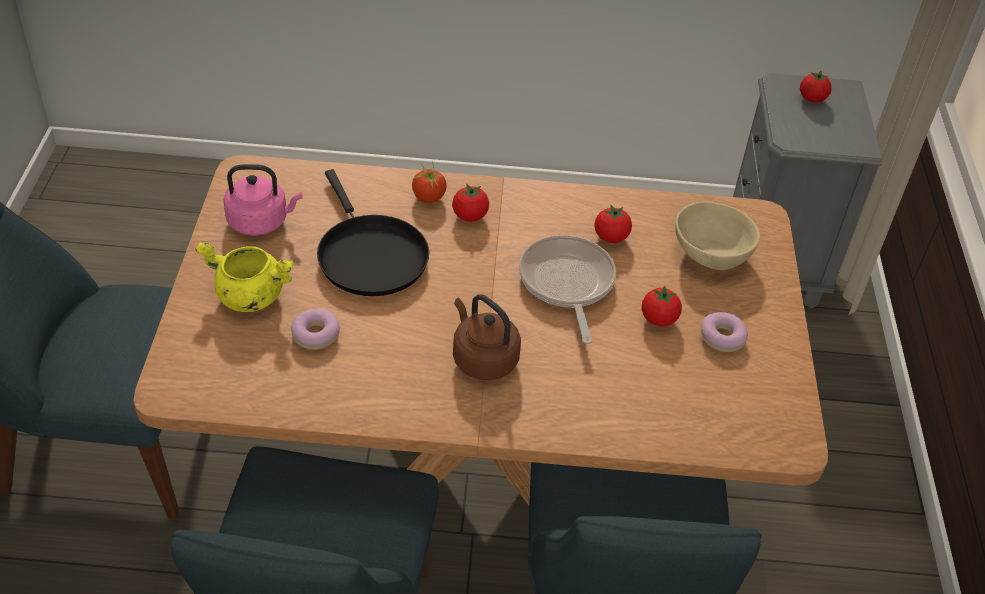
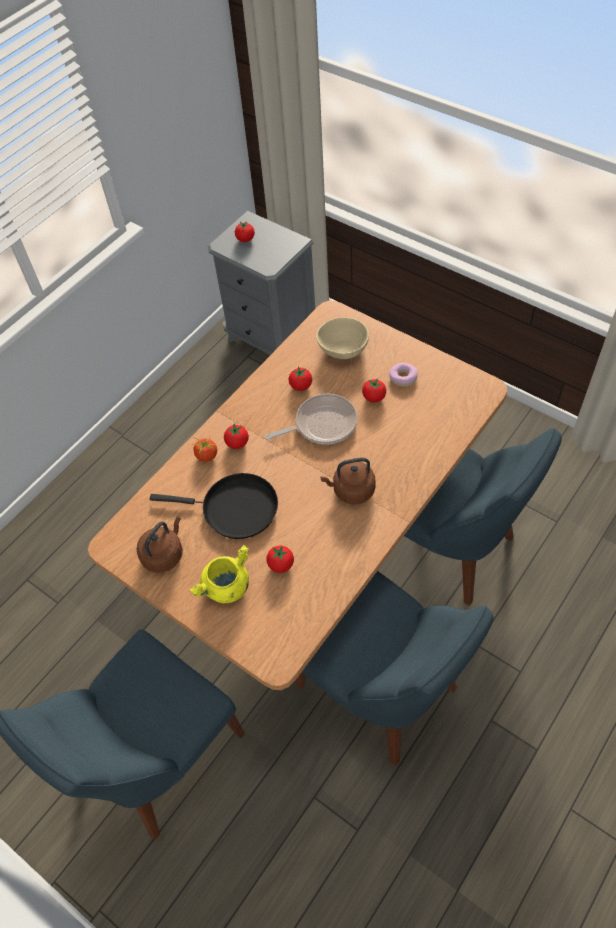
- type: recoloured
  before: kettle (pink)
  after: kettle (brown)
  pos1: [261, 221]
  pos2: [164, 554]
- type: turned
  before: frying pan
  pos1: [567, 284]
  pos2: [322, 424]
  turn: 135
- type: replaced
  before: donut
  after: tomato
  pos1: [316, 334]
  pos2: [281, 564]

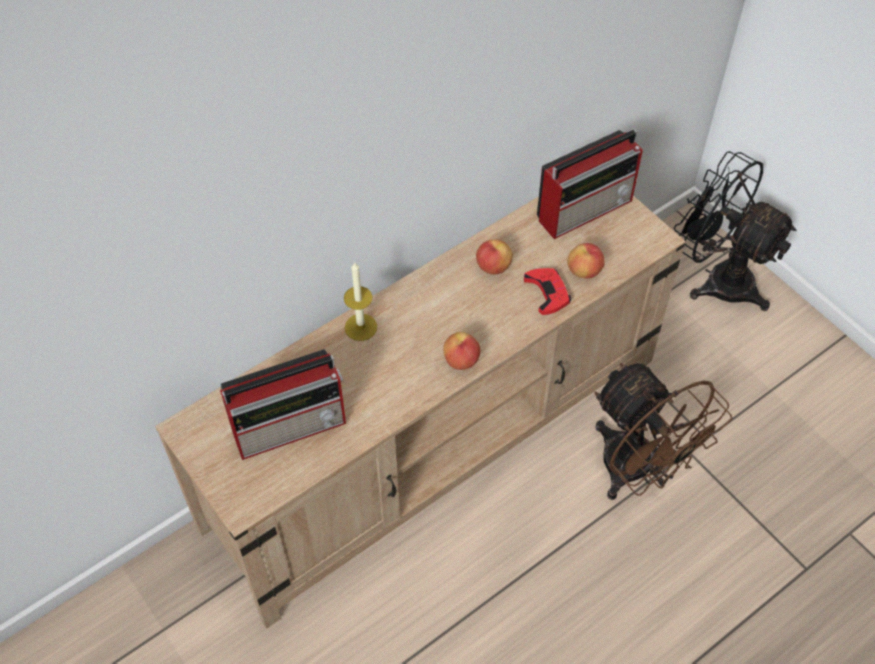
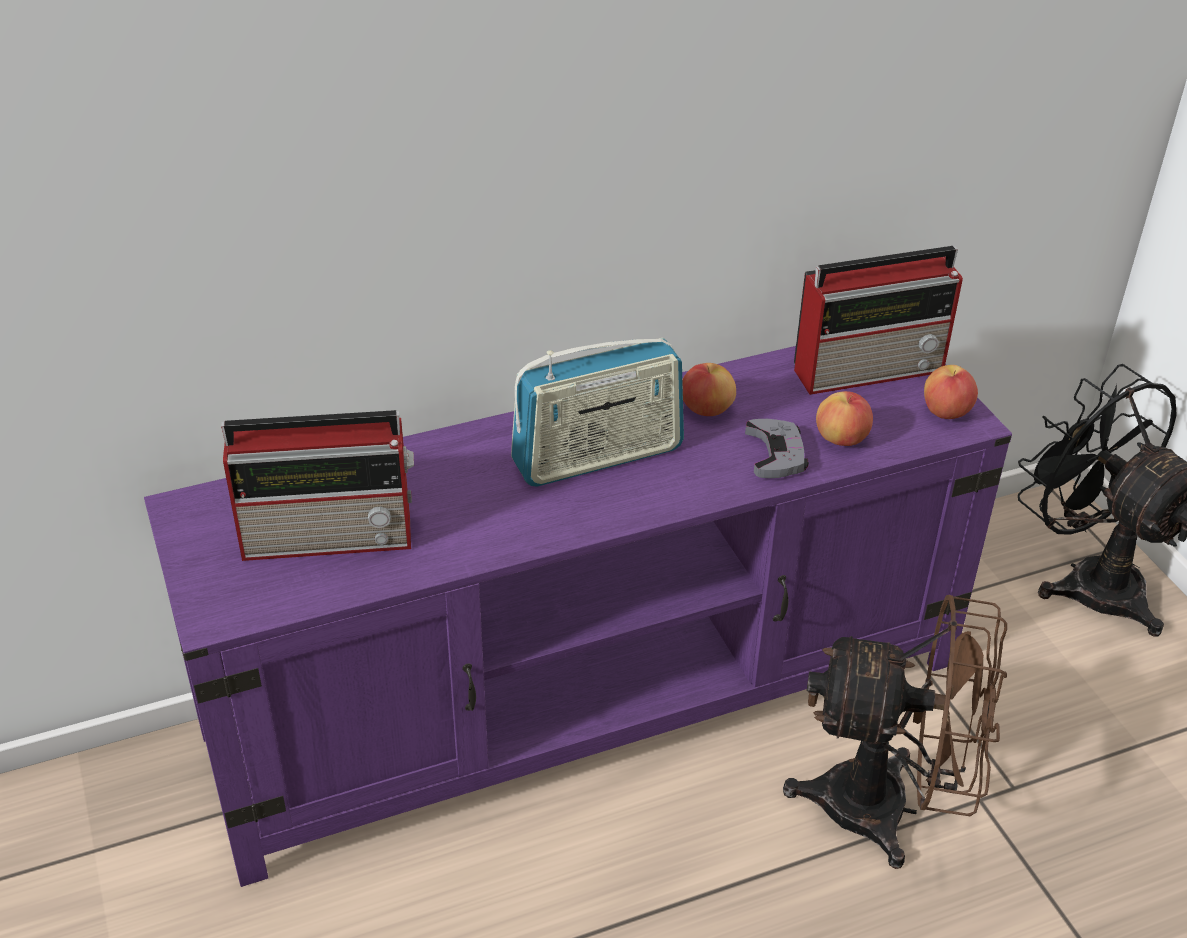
- type: recoloured
  before: tv stand (beige)
  after: tv stand (purple)
  pos1: [437, 441]
  pos2: [590, 697]
- type: added
  after: radio
  pos2: [598, 457]
- type: recoloured
  before: game controller (red)
  after: game controller (grey)
  pos1: [547, 293]
  pos2: [776, 454]
- type: turned
  before: fan (brown)
  pos1: [637, 471]
  pos2: [888, 809]
  turn: -60
- type: moved
  before: apple
  pos1: [461, 360]
  pos2: [946, 412]
- type: removed
  before: candle
  pos1: [360, 327]

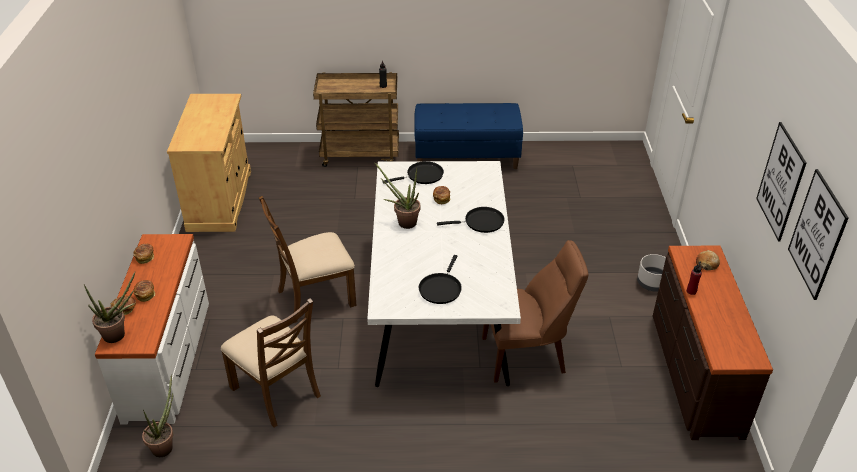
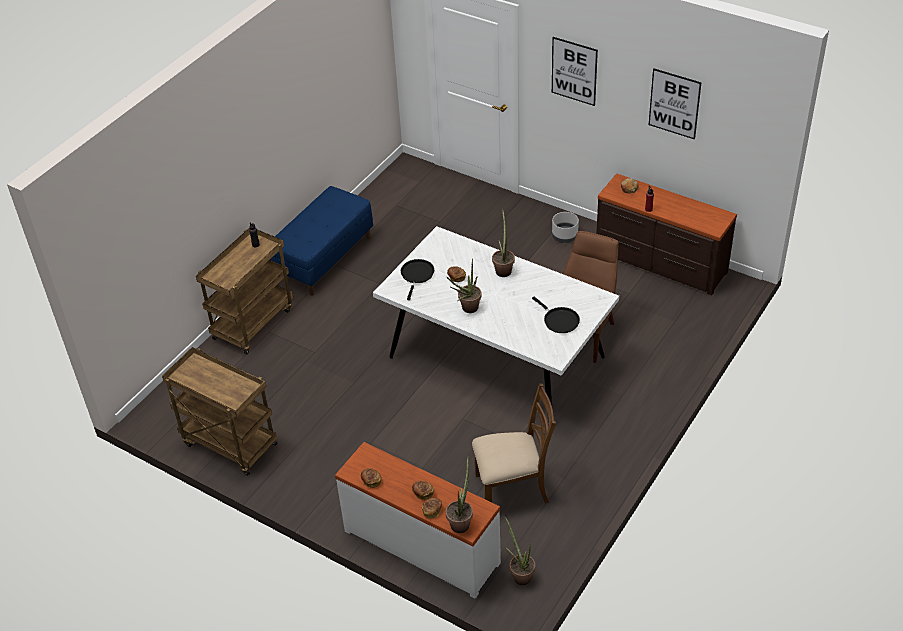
- type: replaced
  before: cabinet (beige)
  after: cart (brown)
  pos1: [220, 200]
  pos2: [228, 444]
- type: replaced
  before: frying pan (black)
  after: potted plant
  pos1: [481, 222]
  pos2: [503, 269]
- type: moved
  before: picture
  pos1: [817, 234]
  pos2: [574, 71]
- type: removed
  before: chair (brown)
  pos1: [315, 297]

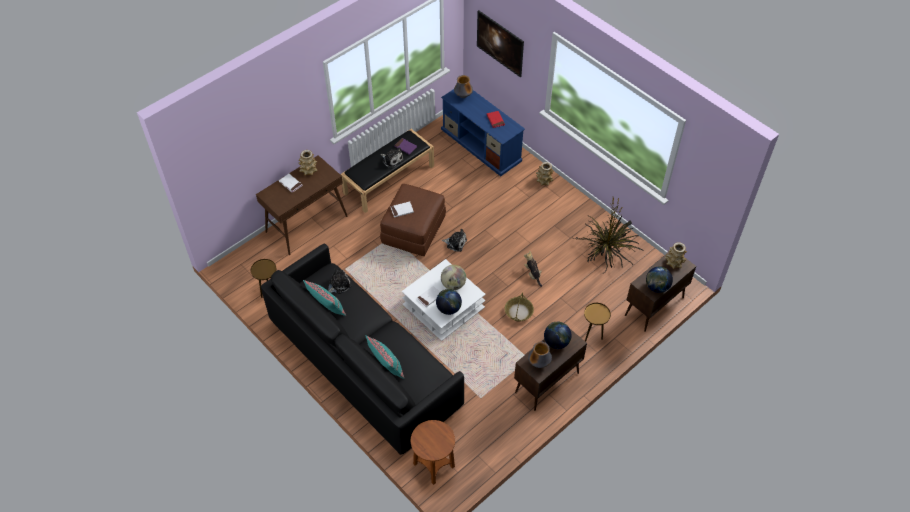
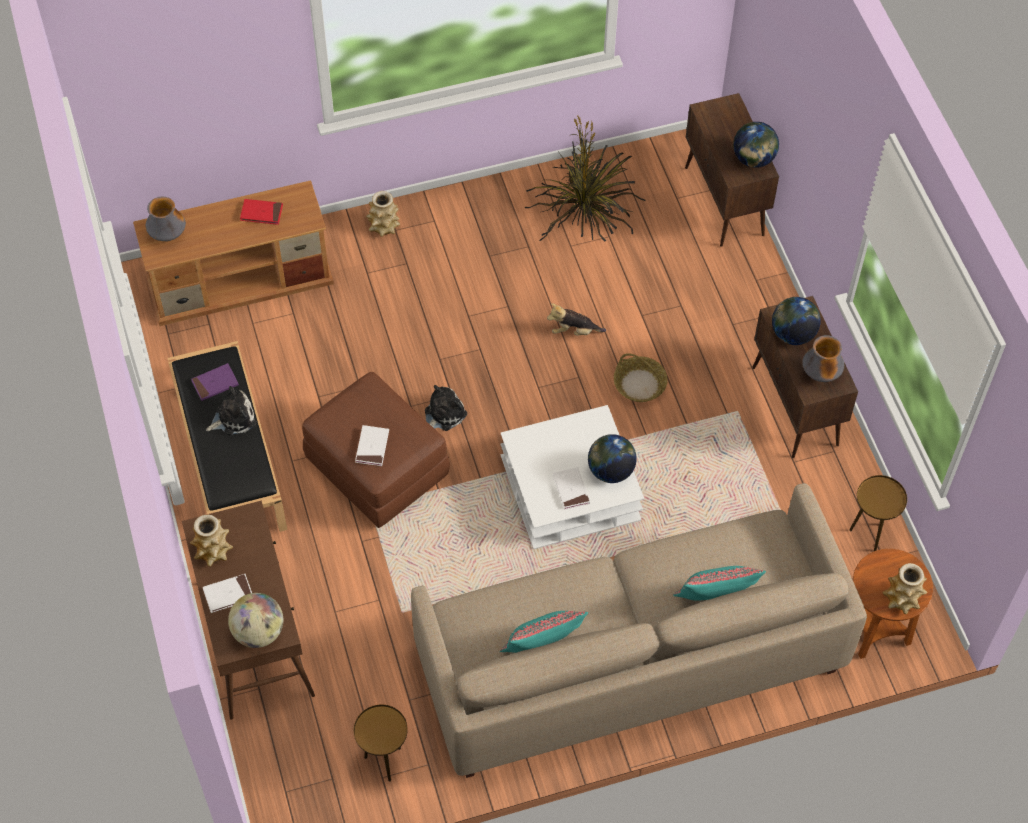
- type: recoloured
  before: tv stand (blue)
  after: tv stand (brown)
  pos1: [481, 145]
  pos2: [241, 280]
- type: moved
  before: globe
  pos1: [453, 285]
  pos2: [259, 632]
- type: recoloured
  before: sofa (black)
  after: sofa (beige)
  pos1: [364, 364]
  pos2: [630, 659]
- type: moved
  before: side table (brown)
  pos1: [592, 336]
  pos2: [869, 535]
- type: moved
  before: vase
  pos1: [674, 262]
  pos2: [901, 599]
- type: removed
  before: plush toy
  pos1: [338, 285]
- type: removed
  before: picture
  pos1: [499, 52]

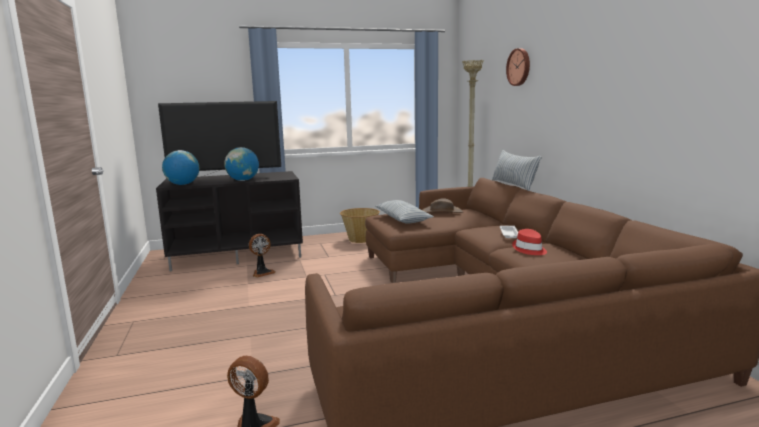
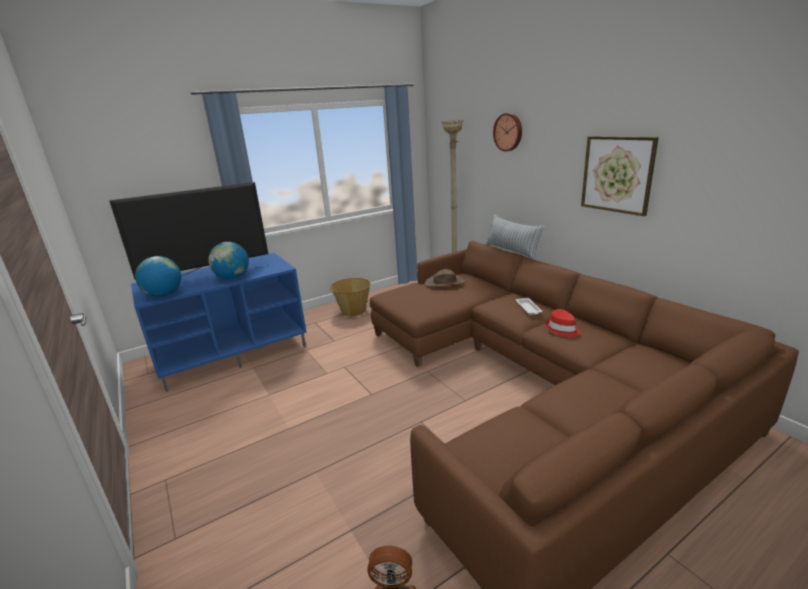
- type: recoloured
  before: tv stand (black)
  after: tv stand (blue)
  pos1: [238, 255]
  pos2: [234, 353]
- type: added
  after: picture
  pos2: [617, 174]
- type: removed
  before: fan
  pos1: [262, 273]
- type: removed
  before: pillow
  pos1: [402, 219]

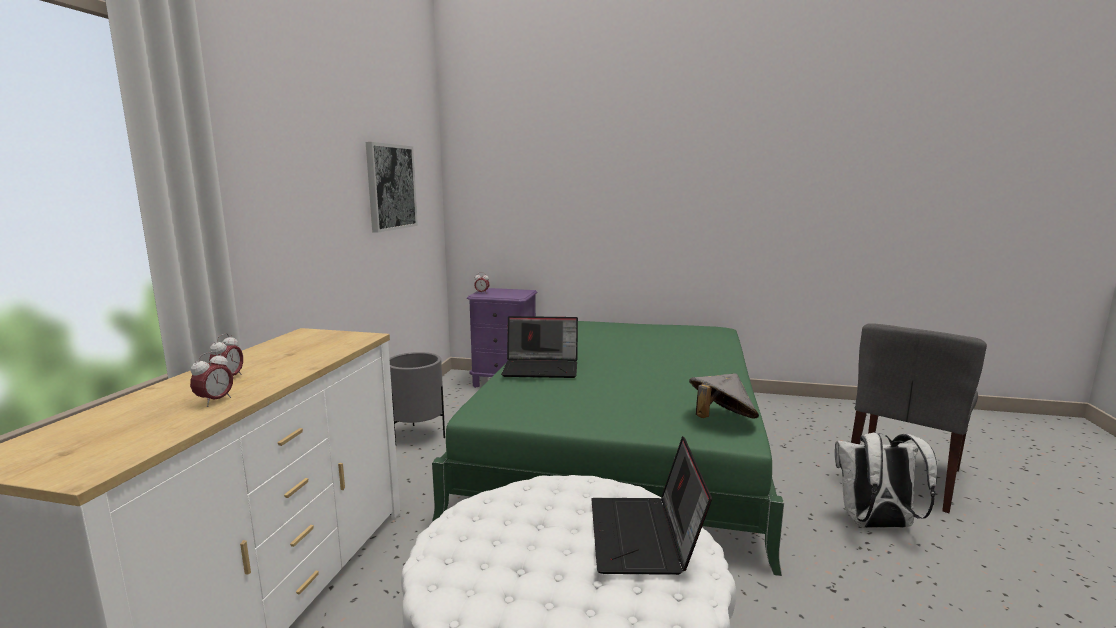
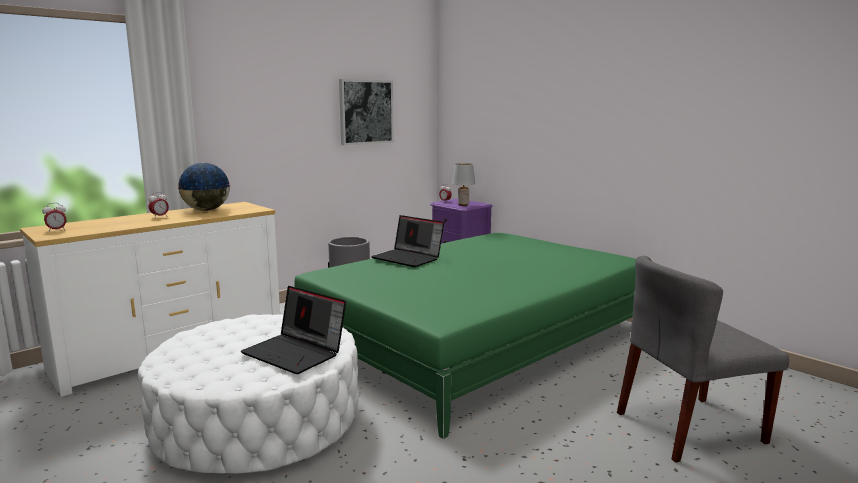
- type: moved
  before: alarm clock
  pos1: [215, 401]
  pos2: [57, 230]
- type: added
  after: globe
  pos2: [206, 210]
- type: turned
  before: laptop
  pos1: [645, 537]
  pos2: [296, 353]
  turn: -90
- type: added
  after: table lamp (grey)
  pos2: [463, 205]
- type: removed
  before: hat (grey)
  pos1: [720, 420]
- type: removed
  before: backpack (white)
  pos1: [875, 525]

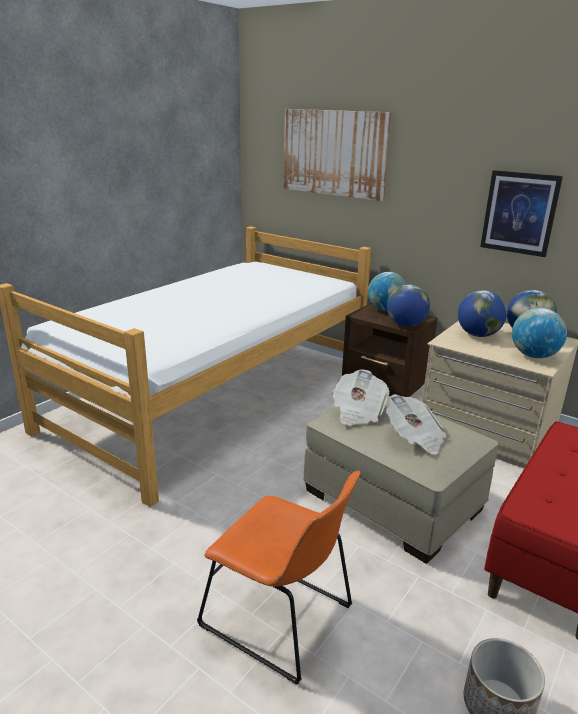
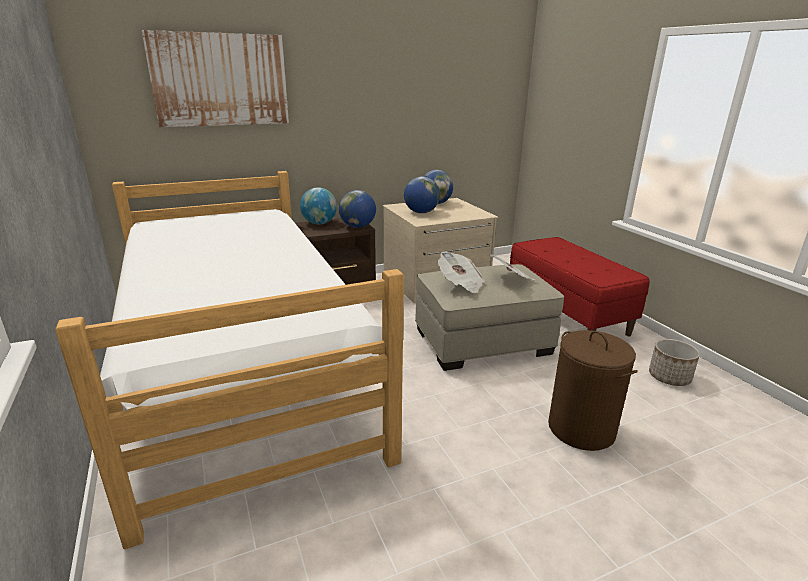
- type: replaced
  before: chair (orange)
  after: laundry basket (brown)
  pos1: [281, 619]
  pos2: [581, 429]
- type: removed
  before: picture
  pos1: [519, 213]
- type: removed
  before: globe
  pos1: [533, 356]

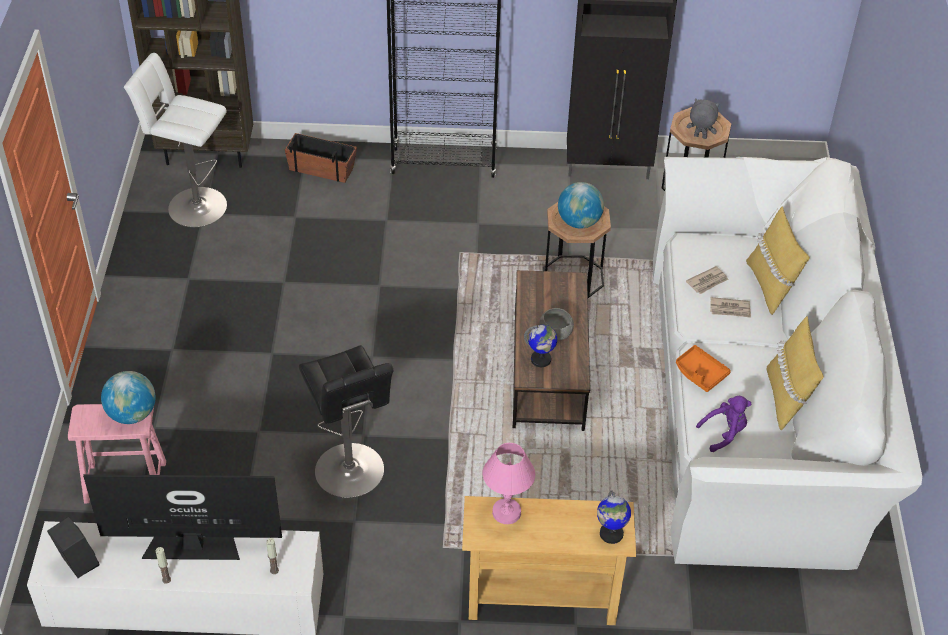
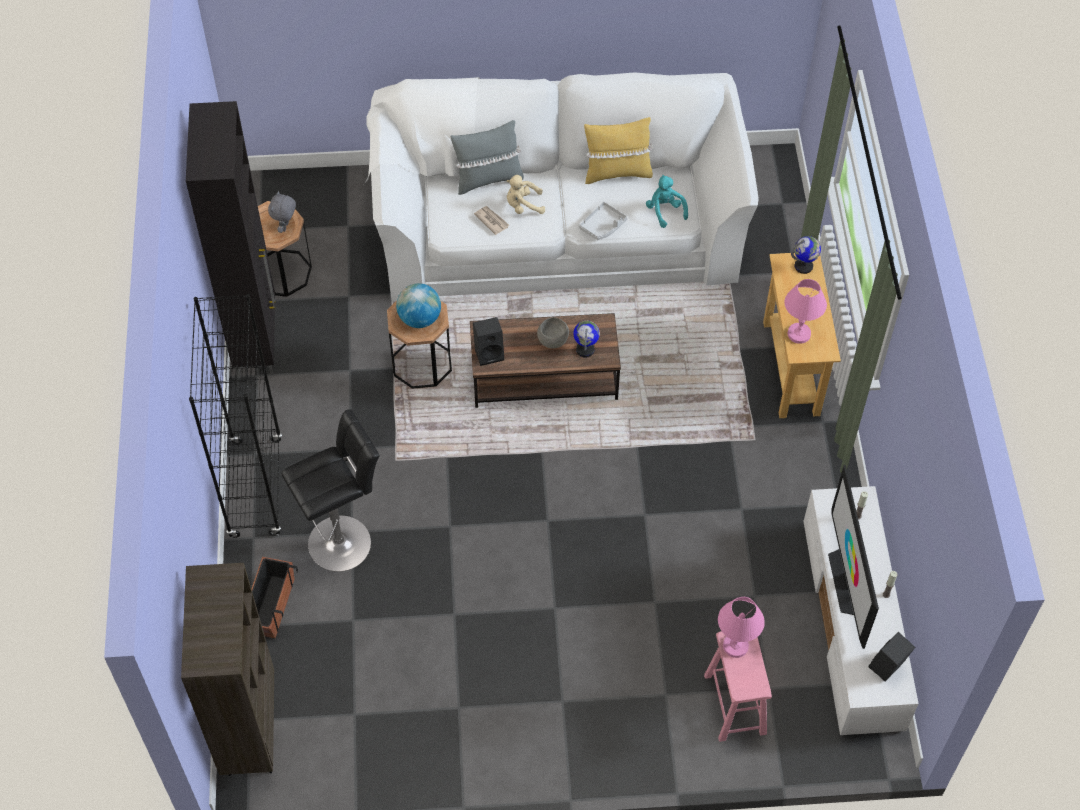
- type: moved
  before: stool (black)
  pos1: [351, 474]
  pos2: [344, 541]
- type: recoloured
  before: pillow (yellow)
  after: pillow (grey)
  pos1: [770, 286]
  pos2: [488, 179]
- type: added
  after: speaker (black)
  pos2: [489, 353]
- type: replaced
  before: newspaper
  after: plush toy (beige)
  pos1: [730, 309]
  pos2: [523, 205]
- type: recoloured
  before: tray (orange)
  after: tray (grey)
  pos1: [700, 373]
  pos2: [603, 226]
- type: recoloured
  before: plush toy (purple)
  after: plush toy (turquoise)
  pos1: [724, 433]
  pos2: [665, 211]
- type: replaced
  before: globe
  after: table lamp (pink)
  pos1: [132, 414]
  pos2: [735, 645]
- type: removed
  before: stool (white)
  pos1: [193, 206]

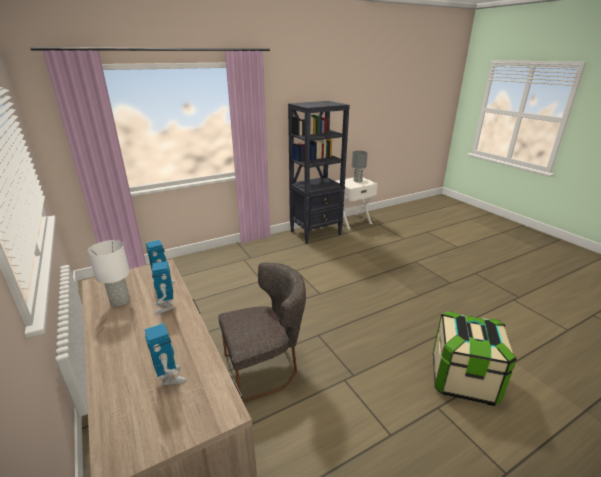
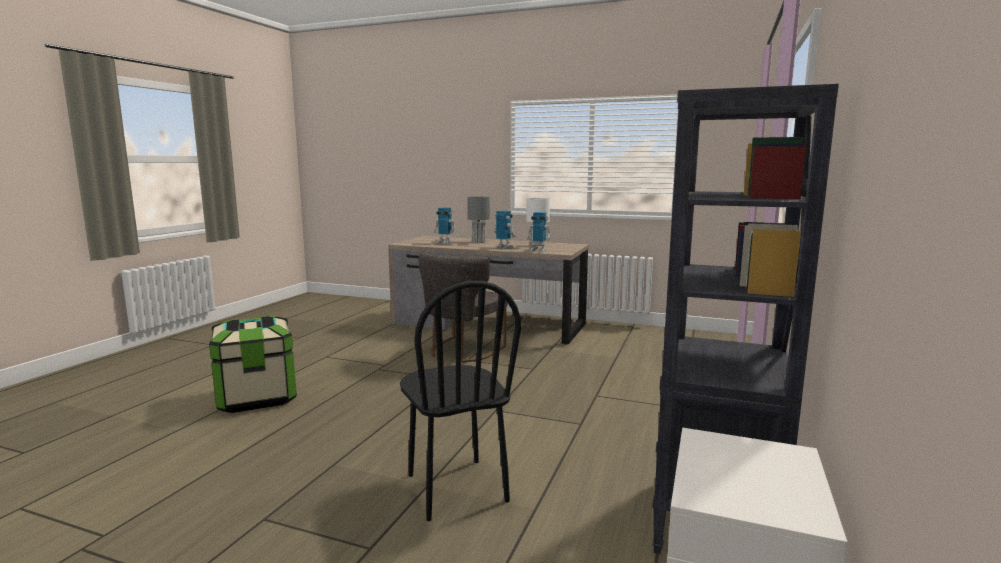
- type: added
  after: chair (black)
  pos2: [456, 488]
- type: moved
  before: table lamp (grey)
  pos1: [358, 181]
  pos2: [478, 242]

